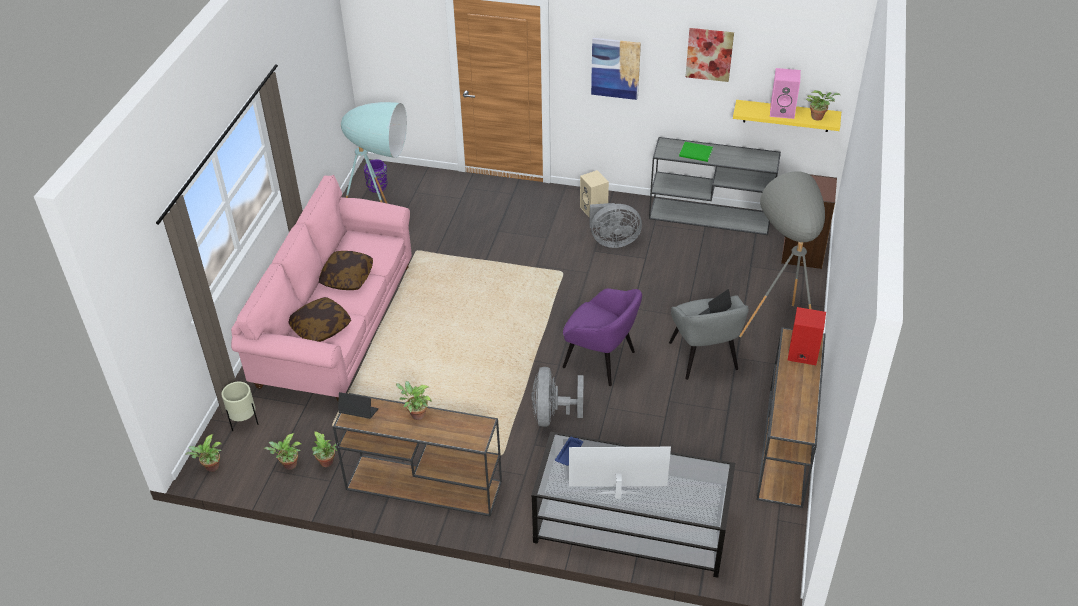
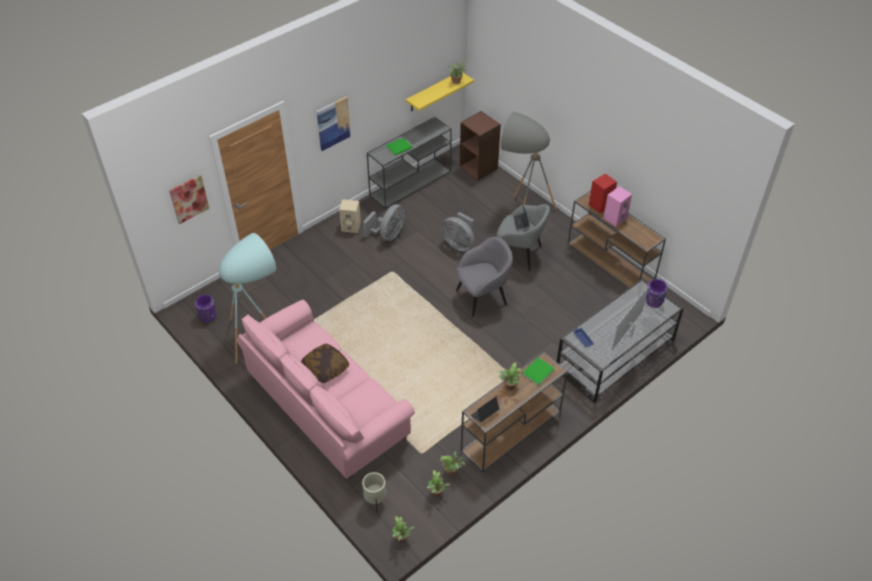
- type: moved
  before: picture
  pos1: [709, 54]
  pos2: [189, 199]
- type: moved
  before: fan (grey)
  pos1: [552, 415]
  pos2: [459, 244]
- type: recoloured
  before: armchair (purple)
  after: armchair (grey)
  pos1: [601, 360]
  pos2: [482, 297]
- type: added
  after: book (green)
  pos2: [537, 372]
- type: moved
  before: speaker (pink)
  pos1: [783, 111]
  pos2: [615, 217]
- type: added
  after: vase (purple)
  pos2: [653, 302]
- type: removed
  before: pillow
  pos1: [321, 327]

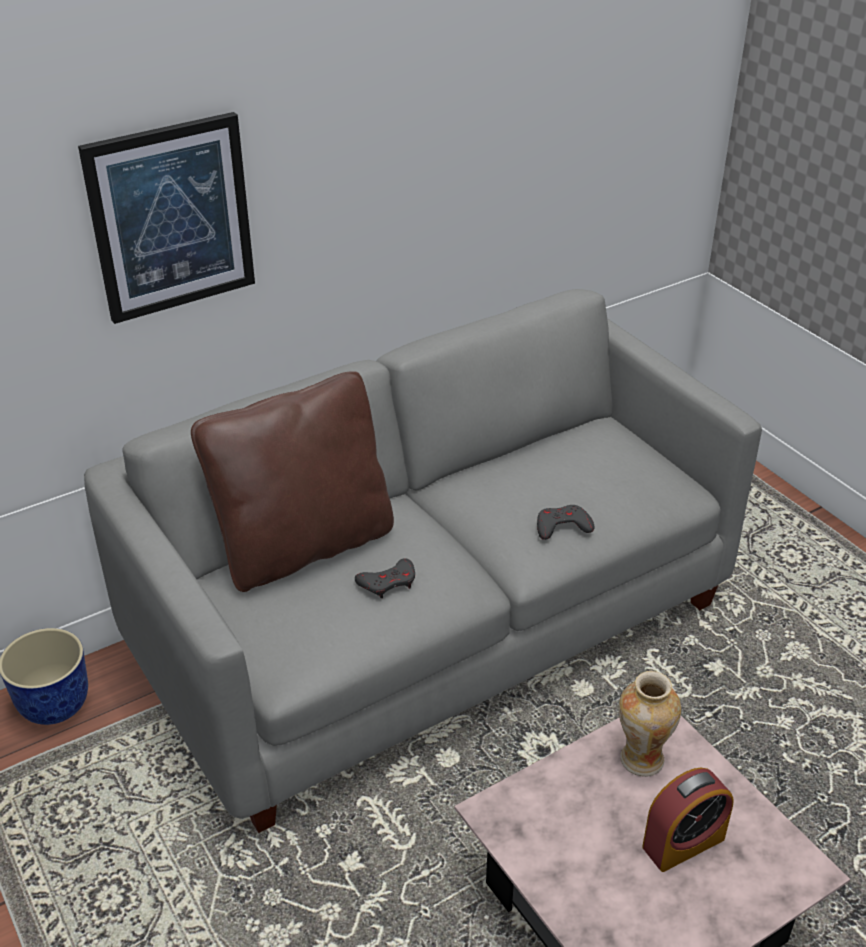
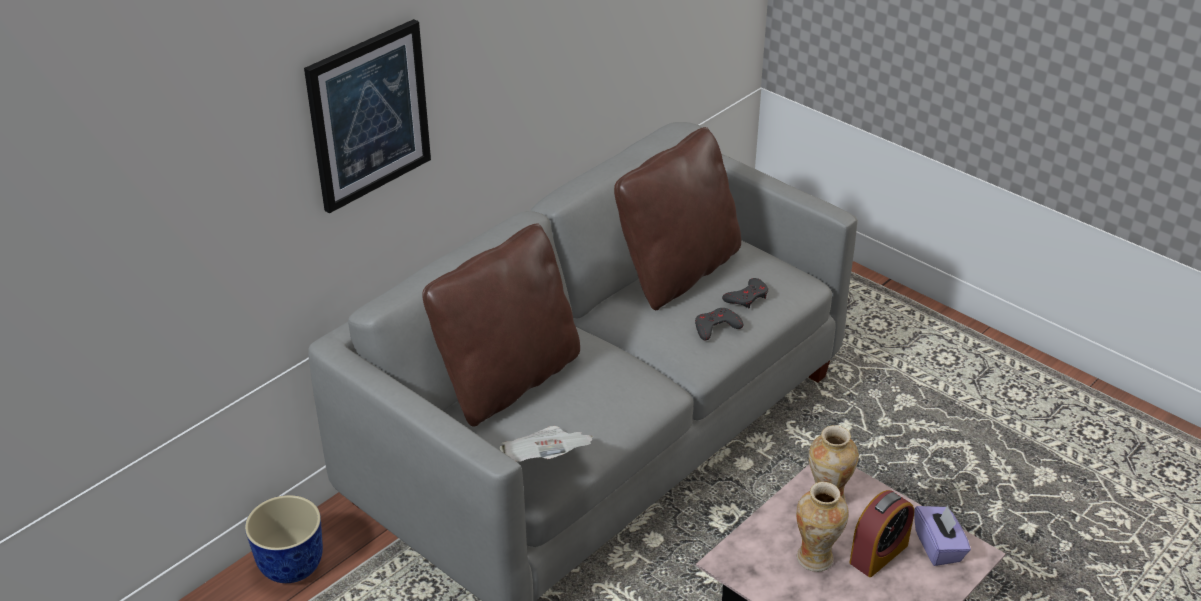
- type: added
  after: newspaper
  pos2: [546, 462]
- type: added
  after: pillow (brown)
  pos2: [678, 272]
- type: moved
  before: game controller (grey)
  pos1: [388, 582]
  pos2: [747, 297]
- type: added
  after: vase
  pos2: [816, 559]
- type: added
  after: tissue box (purple)
  pos2: [938, 547]

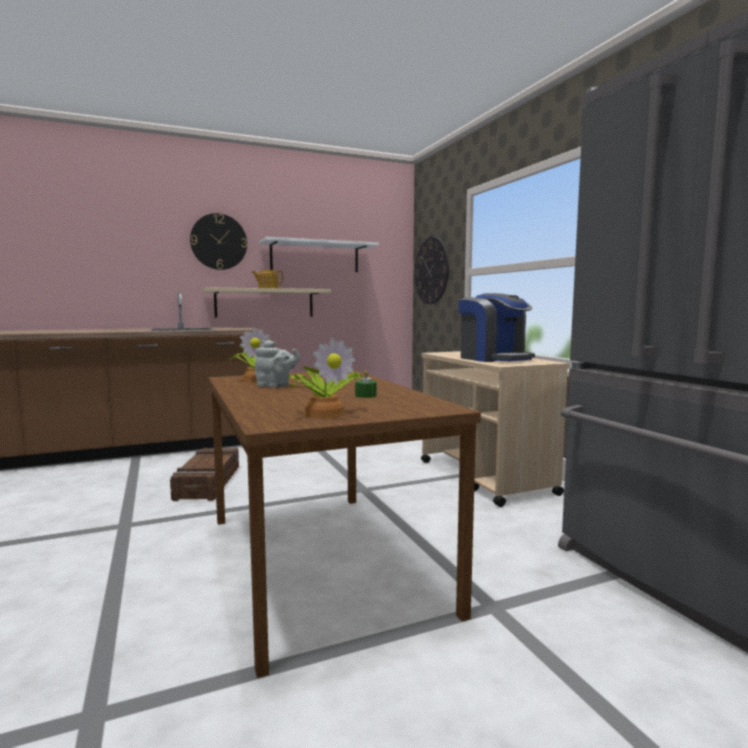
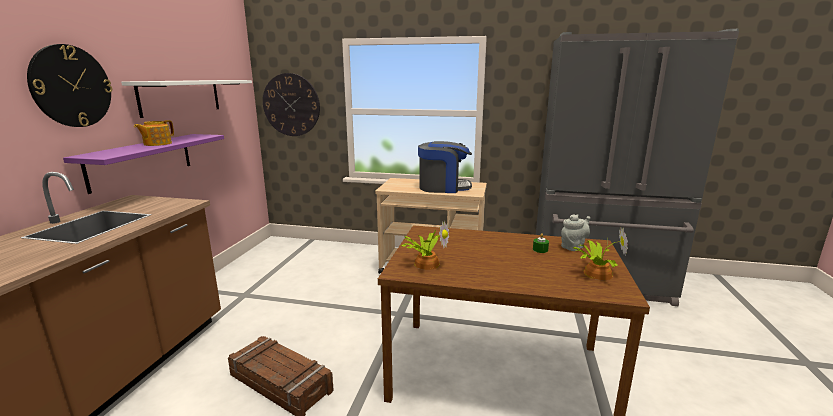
- type: recoloured
  before: shelf (beige)
  after: shelf (purple)
  pos1: [264, 303]
  pos2: [142, 161]
- type: moved
  before: teapot (grey)
  pos1: [275, 386]
  pos2: [573, 246]

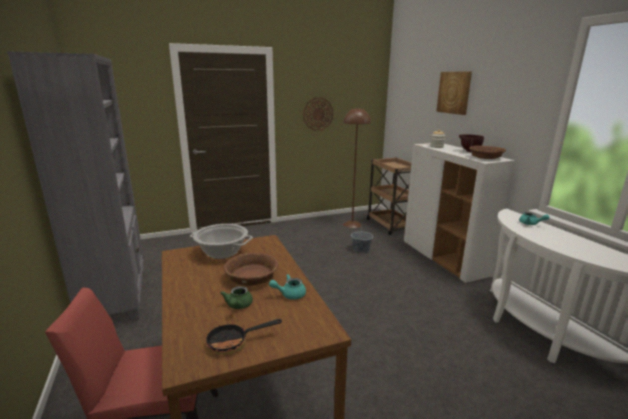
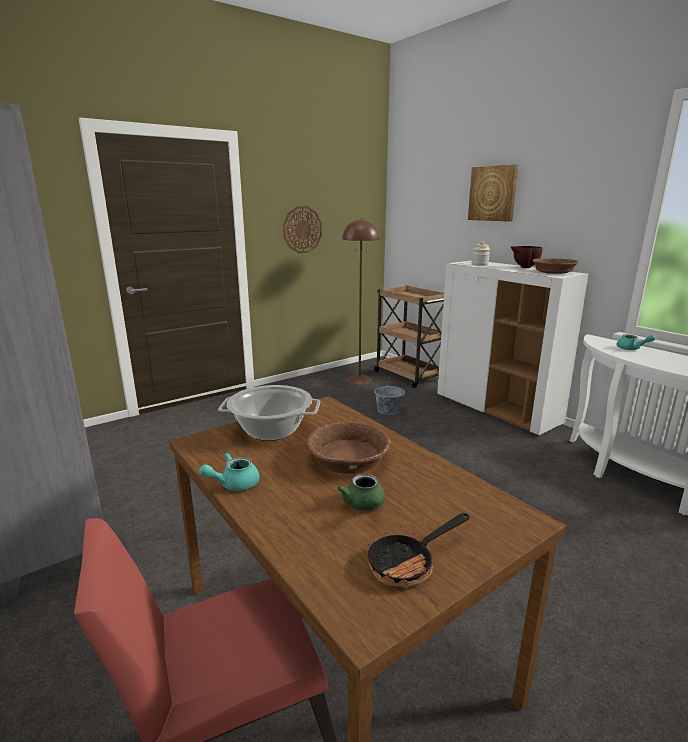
- type: moved
  before: teapot (turquoise)
  pos1: [289, 294]
  pos2: [234, 484]

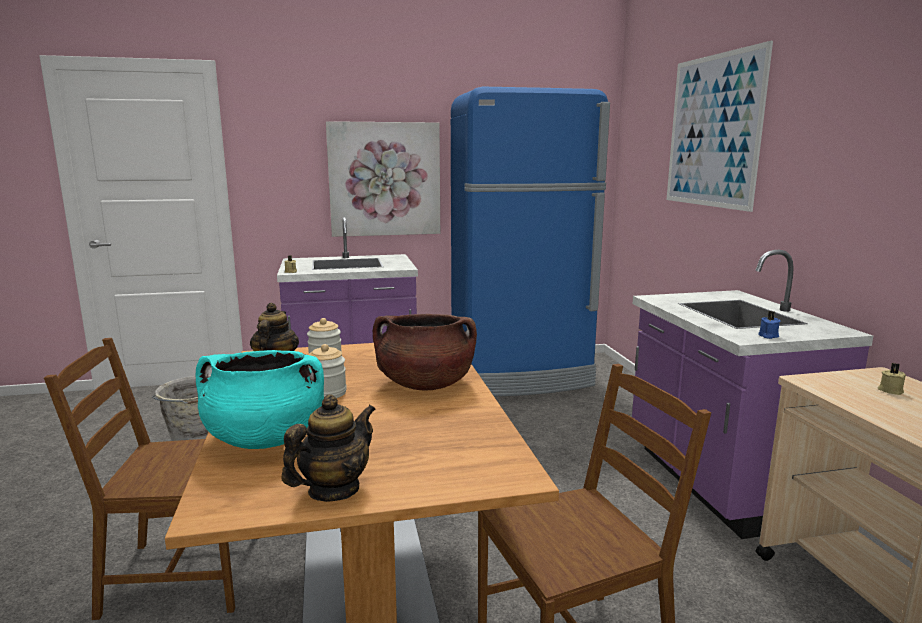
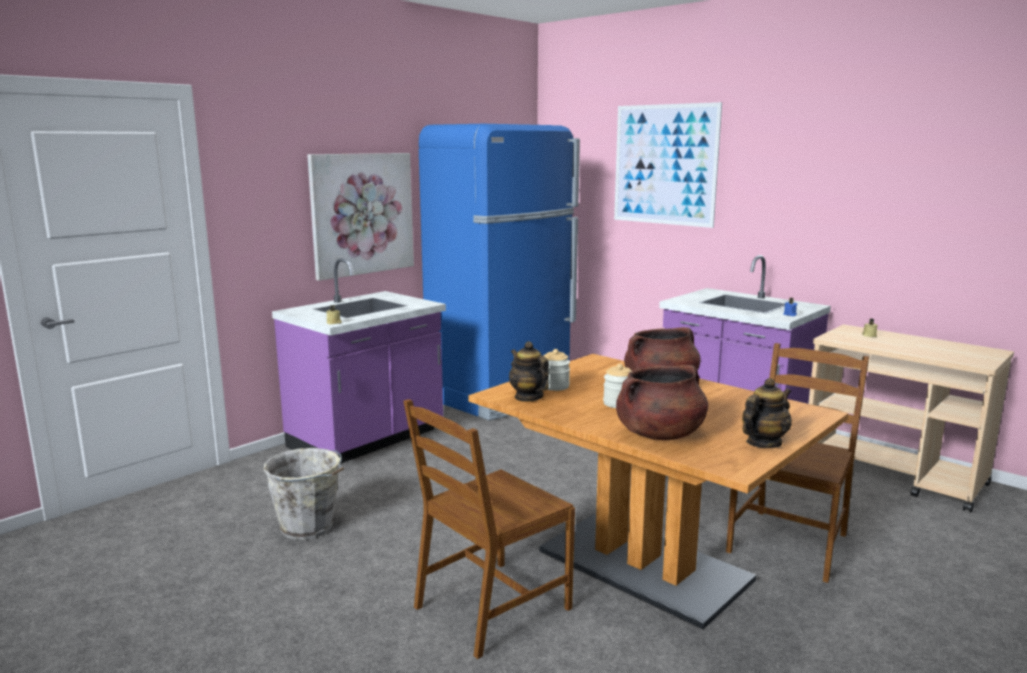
- type: recoloured
  before: cooking pot (turquoise)
  after: cooking pot (brown)
  pos1: [265, 439]
  pos2: [659, 434]
- type: turned
  before: teapot
  pos1: [333, 490]
  pos2: [763, 443]
  turn: 45

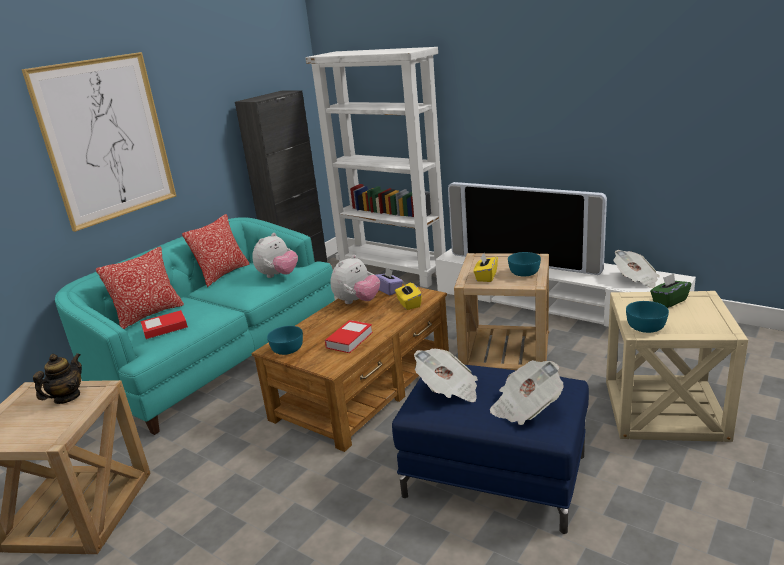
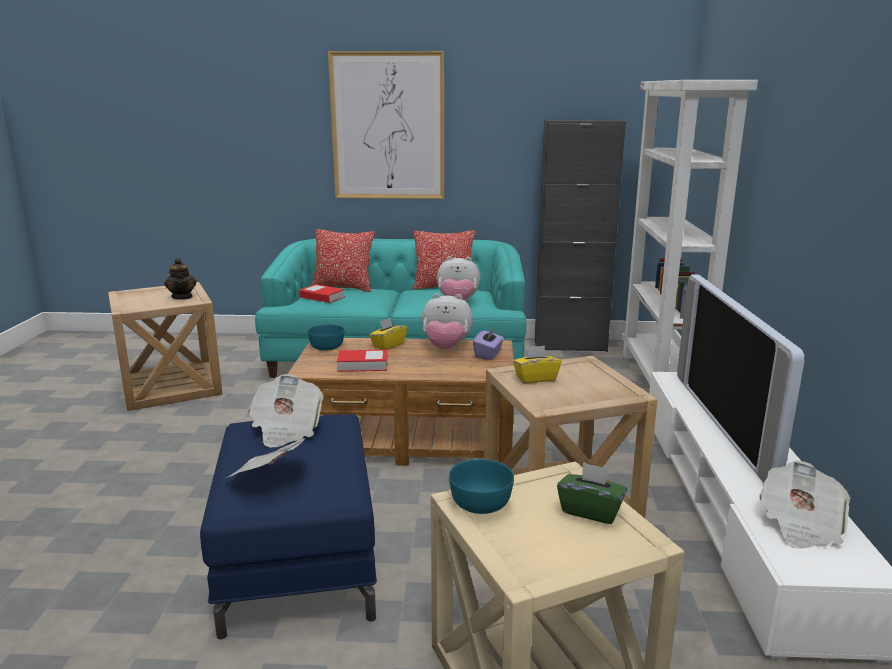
- type: turned
  before: teapot
  pos1: [67, 397]
  pos2: [182, 297]
  turn: 75
- type: moved
  before: tissue box (yellow)
  pos1: [408, 304]
  pos2: [388, 345]
- type: removed
  before: bowl (turquoise)
  pos1: [524, 272]

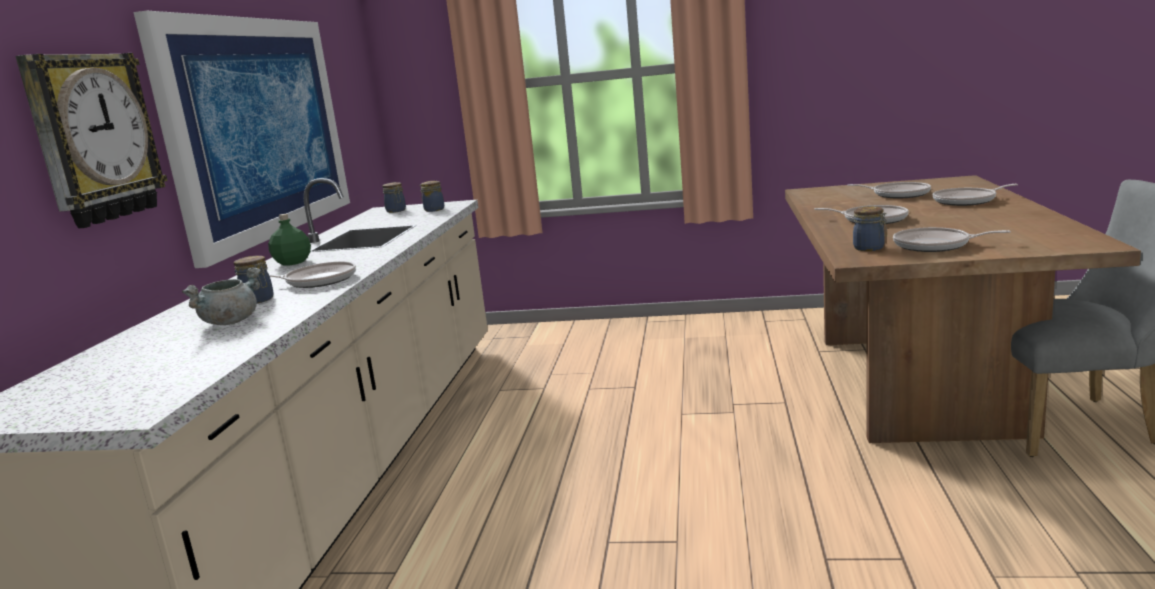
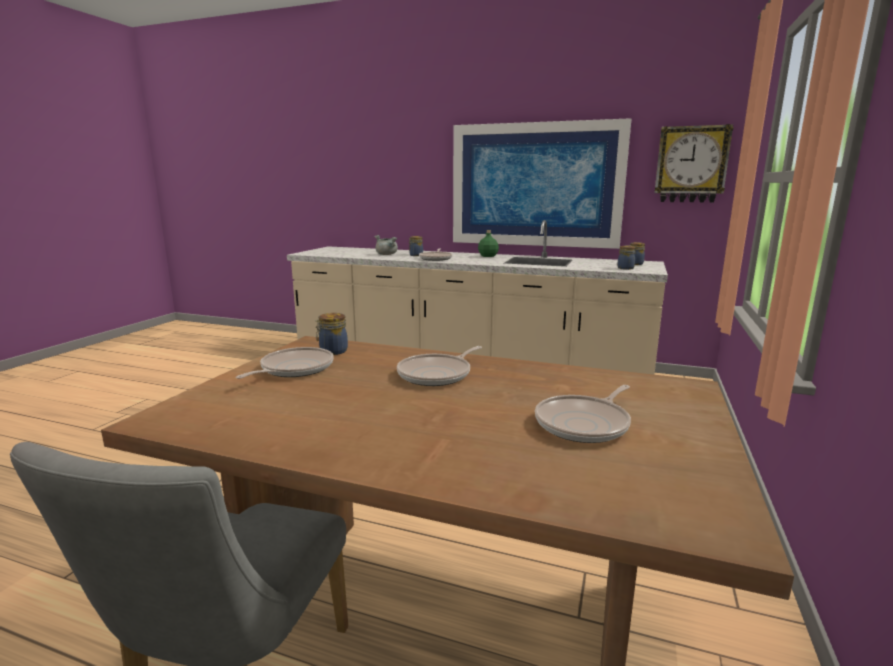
- type: moved
  before: wall clock
  pos1: [93, 138]
  pos2: [691, 164]
- type: removed
  before: frying pan
  pos1: [967, 201]

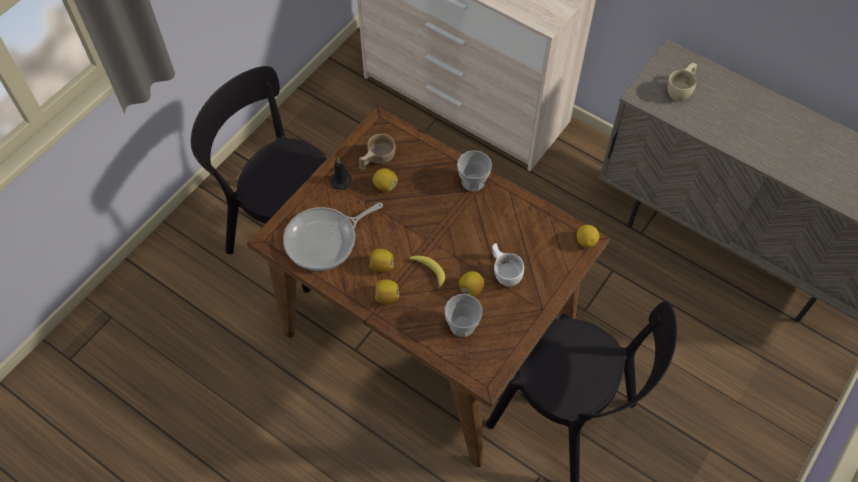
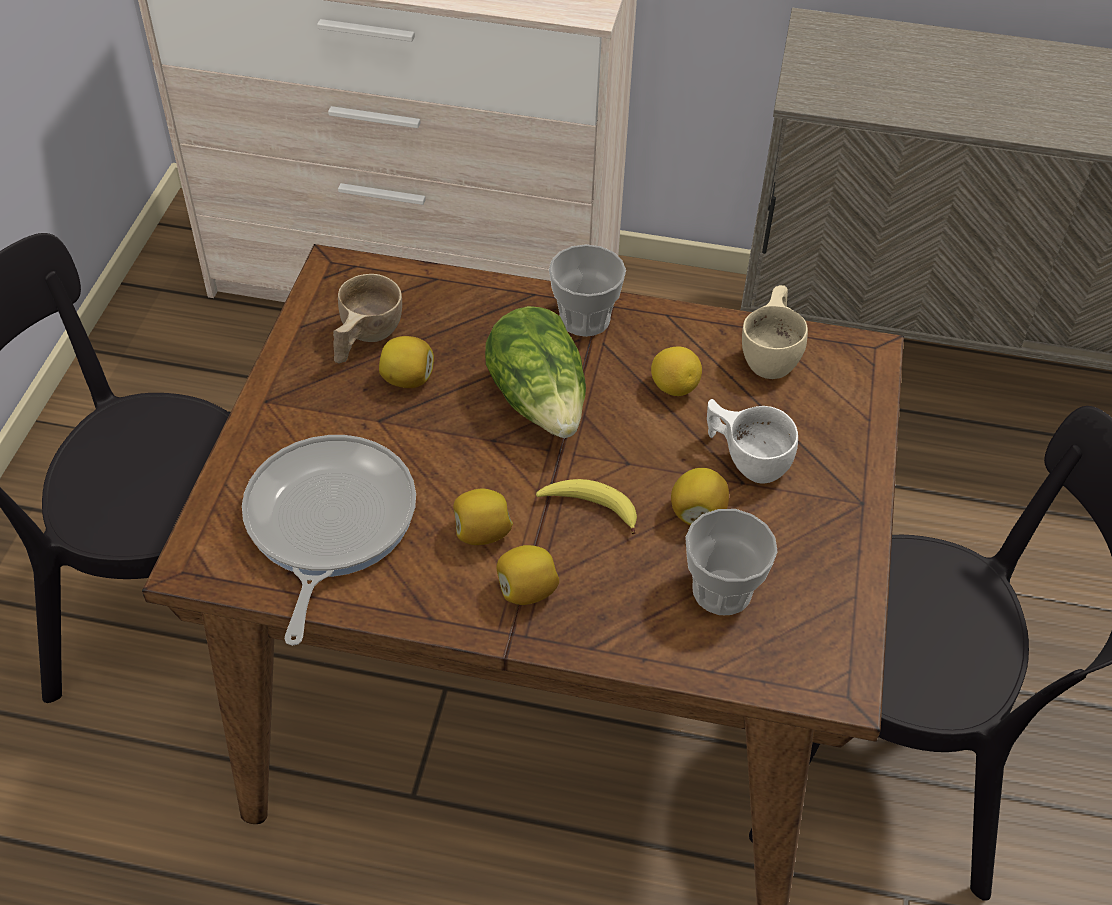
- type: turned
  before: frying pan
  pos1: [325, 240]
  pos2: [327, 524]
  turn: 150
- type: added
  after: lettuce
  pos2: [540, 400]
- type: moved
  before: lemon
  pos1: [586, 241]
  pos2: [674, 387]
- type: moved
  before: cup (beige)
  pos1: [681, 90]
  pos2: [772, 354]
- type: removed
  before: candle (black)
  pos1: [341, 180]

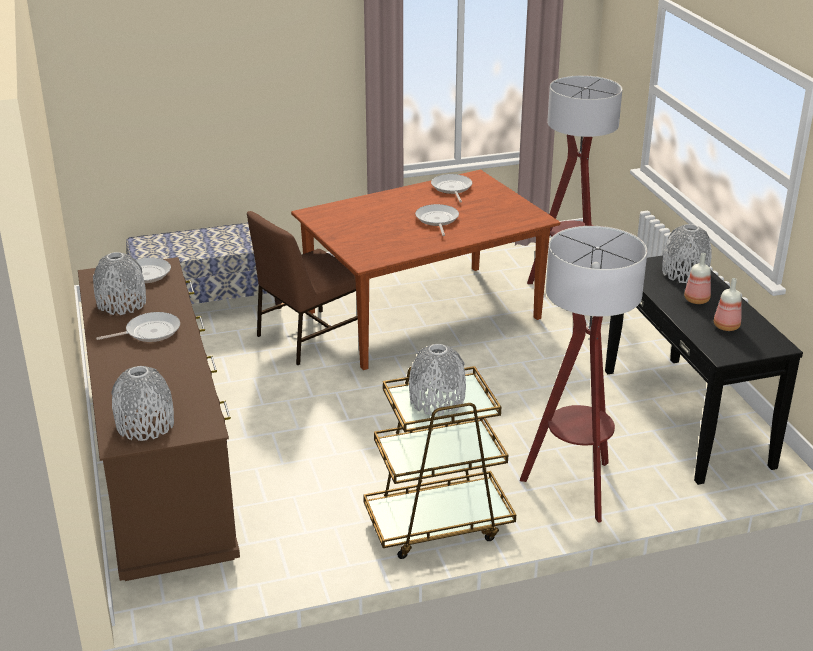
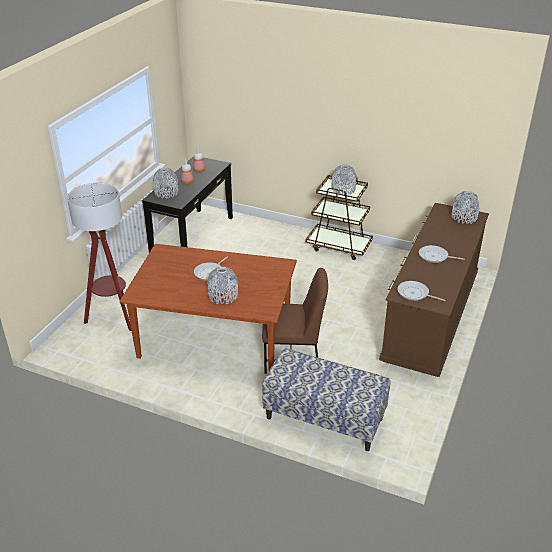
- type: moved
  before: vase (grey)
  pos1: [121, 303]
  pos2: [223, 296]
- type: removed
  before: frying pan
  pos1: [451, 188]
- type: removed
  before: floor lamp
  pos1: [575, 487]

